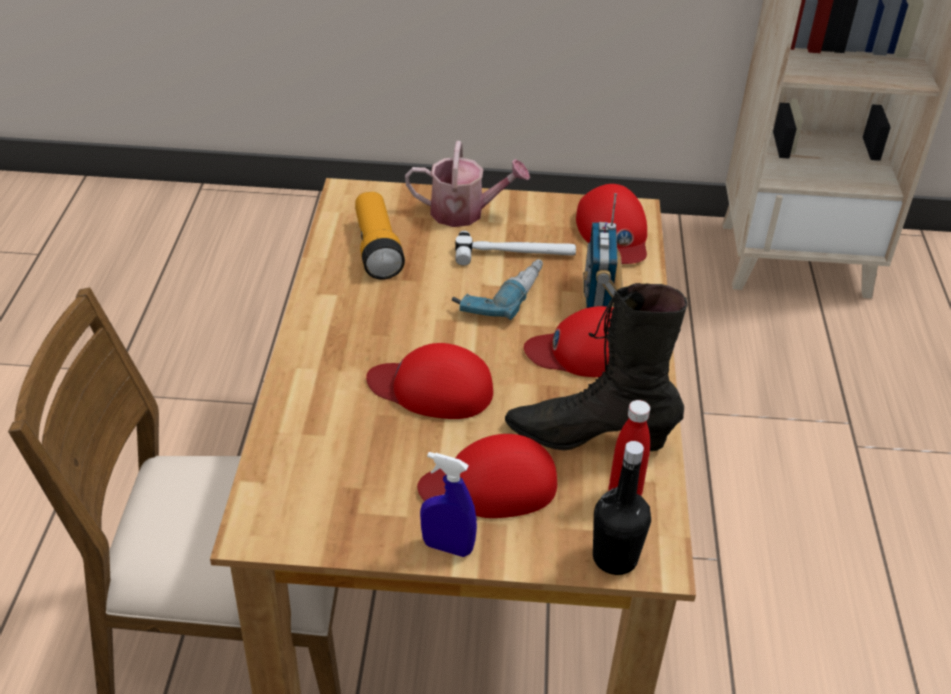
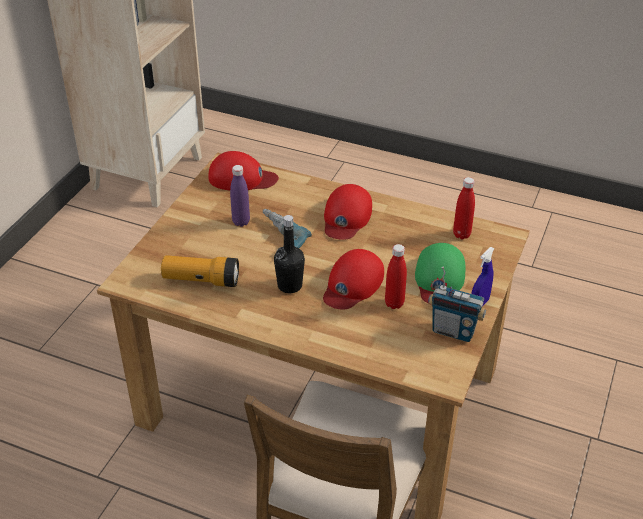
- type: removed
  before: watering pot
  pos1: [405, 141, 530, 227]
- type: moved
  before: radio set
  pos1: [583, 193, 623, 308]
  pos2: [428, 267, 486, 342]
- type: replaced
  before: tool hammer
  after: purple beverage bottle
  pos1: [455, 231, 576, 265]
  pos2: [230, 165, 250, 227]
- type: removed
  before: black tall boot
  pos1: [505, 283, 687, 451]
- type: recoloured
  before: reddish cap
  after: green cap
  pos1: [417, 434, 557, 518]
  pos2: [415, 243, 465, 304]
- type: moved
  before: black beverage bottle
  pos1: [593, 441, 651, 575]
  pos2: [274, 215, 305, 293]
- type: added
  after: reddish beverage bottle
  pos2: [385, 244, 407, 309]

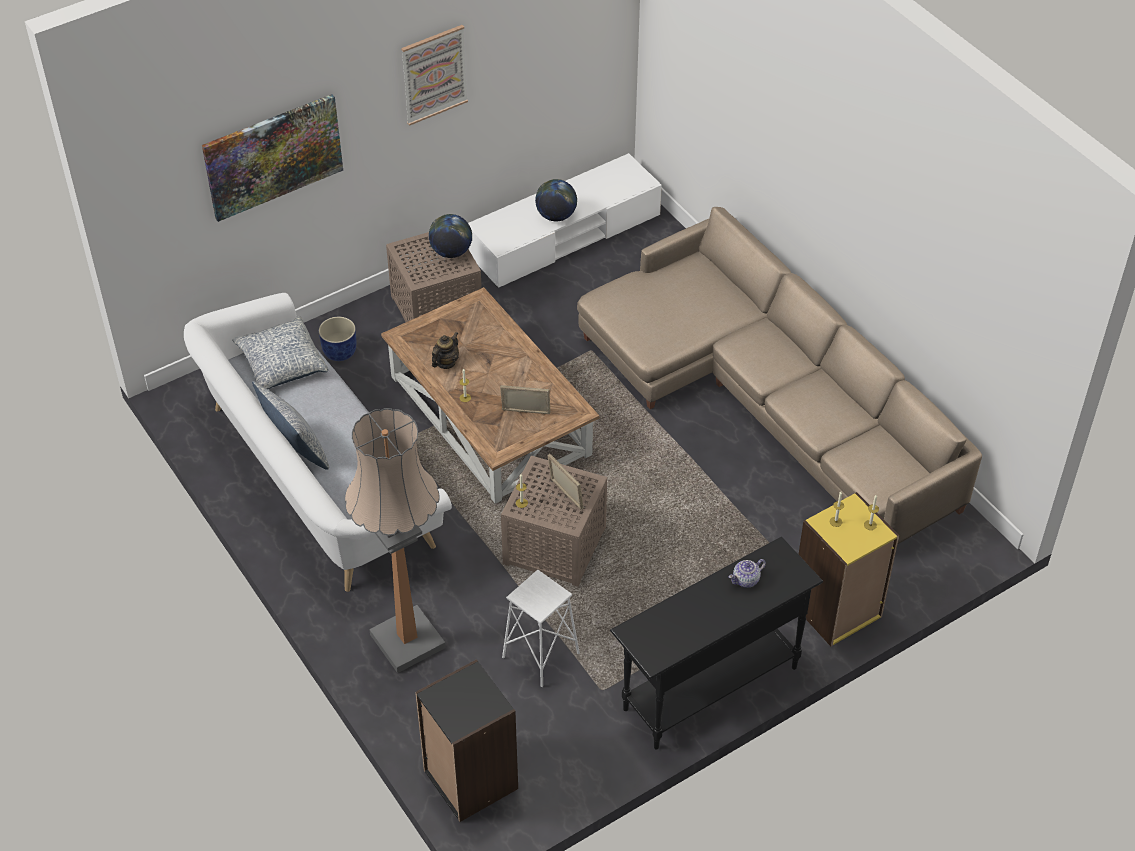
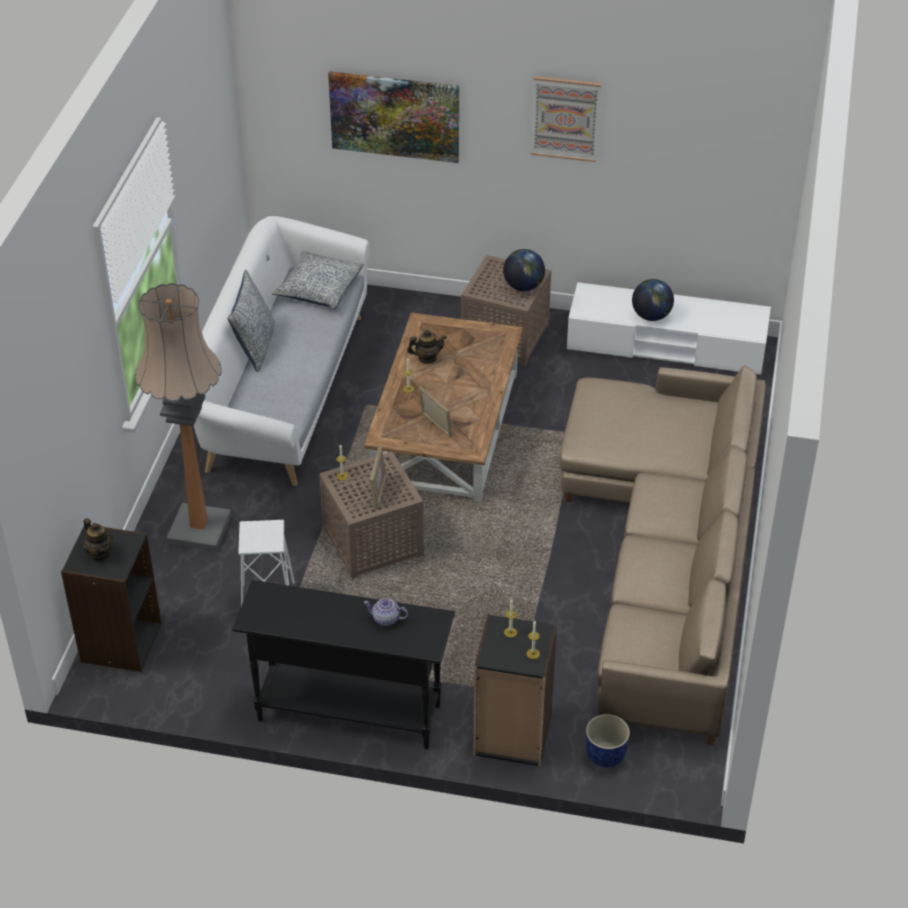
- type: moved
  before: bluish flower pot
  pos1: [319, 317, 356, 361]
  pos2: [586, 714, 630, 768]
- type: recoloured
  before: yellow-coloured shelving unit
  after: black shelving unit
  pos1: [798, 492, 899, 646]
  pos2: [473, 614, 557, 767]
- type: added
  after: tea pot
  pos2: [83, 518, 113, 560]

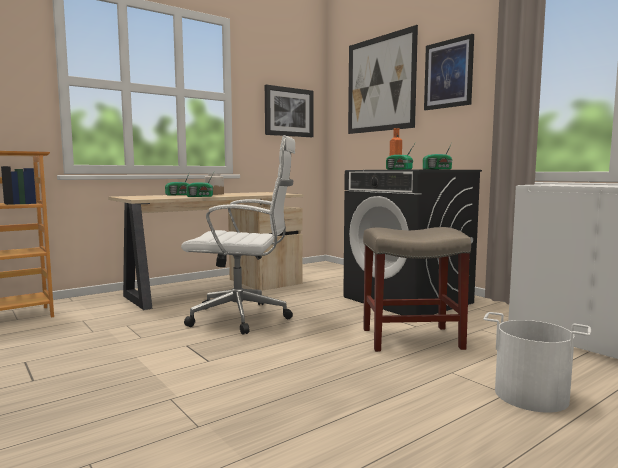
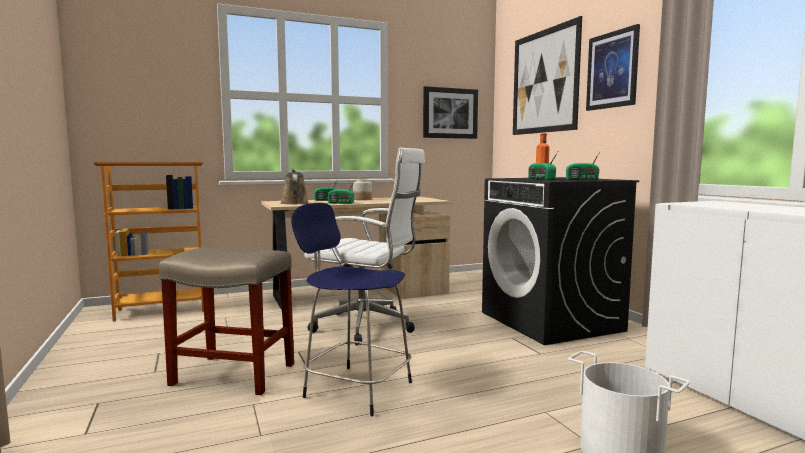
- type: moved
  before: beige stool seat
  pos1: [363, 227, 471, 352]
  pos2: [159, 248, 294, 395]
- type: added
  after: brown-coloured watering pot
  pos2: [280, 167, 308, 204]
- type: added
  after: bluish stool seat
  pos2: [291, 203, 412, 416]

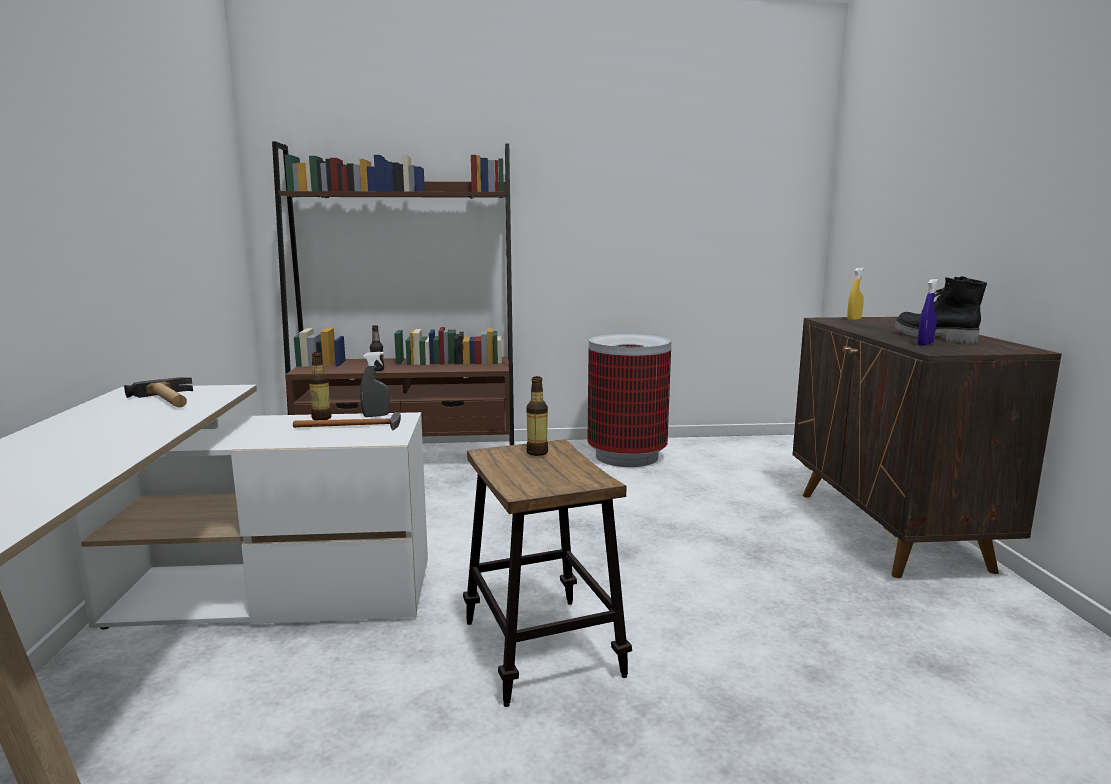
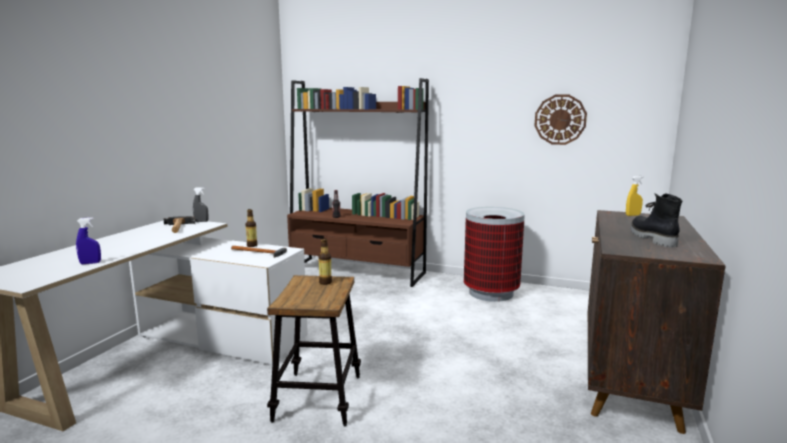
- type: moved
  before: bluish hand sprayer
  pos1: [917, 279, 939, 346]
  pos2: [76, 217, 101, 264]
- type: moved
  before: gray hand sprayer
  pos1: [360, 352, 390, 417]
  pos2: [193, 187, 208, 222]
- type: added
  after: hanging clock
  pos2: [535, 95, 587, 145]

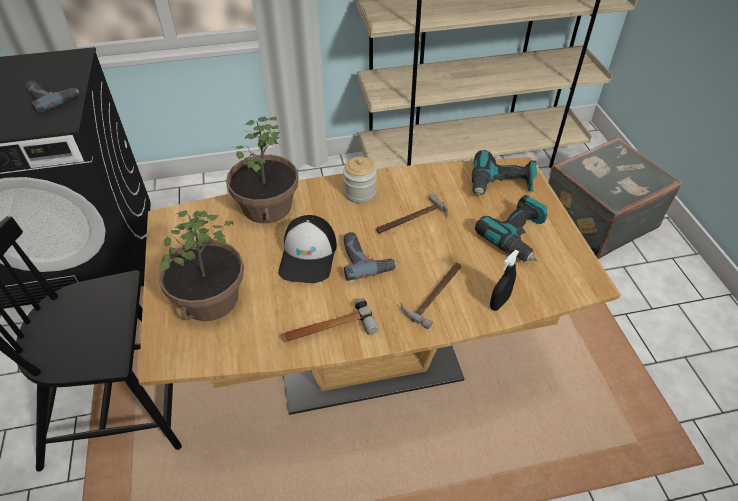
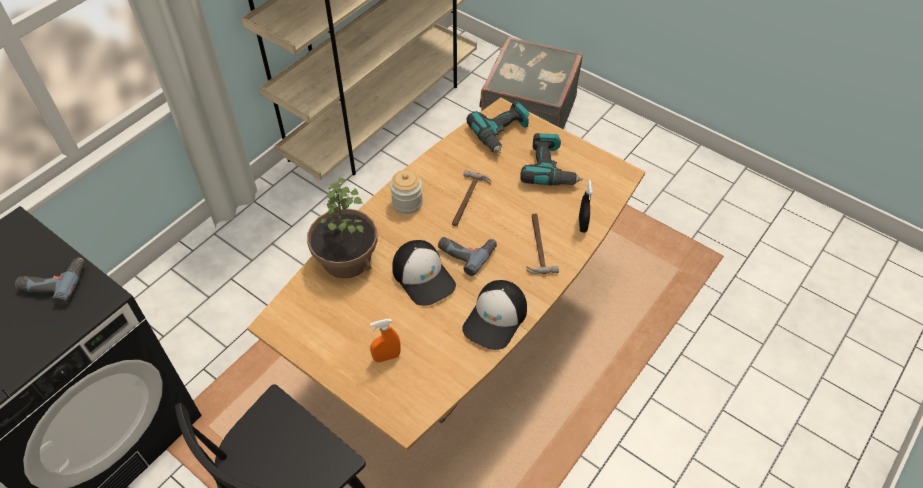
- type: replaced
  before: potted plant
  after: orange-coloured hand sprayer
  pos1: [158, 210, 244, 321]
  pos2: [370, 319, 401, 362]
- type: replaced
  before: tool hammer
  after: cap
  pos1: [281, 299, 379, 342]
  pos2: [462, 280, 527, 350]

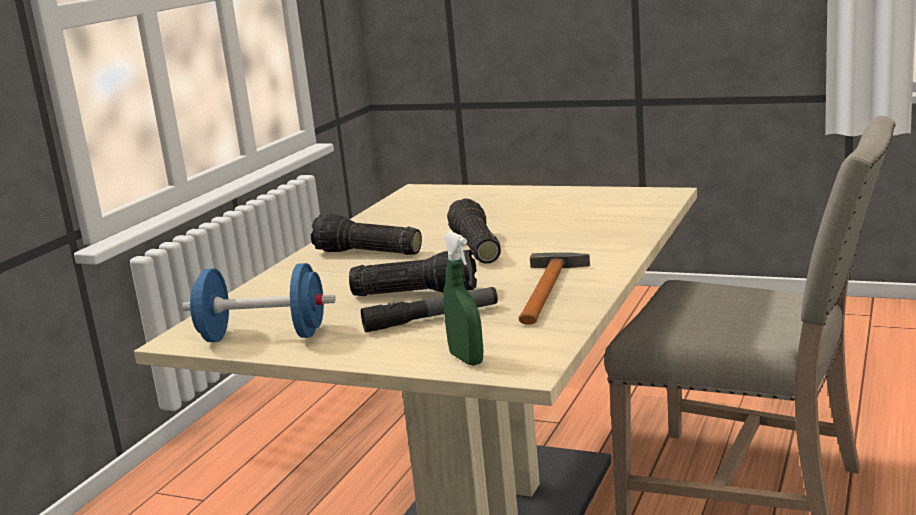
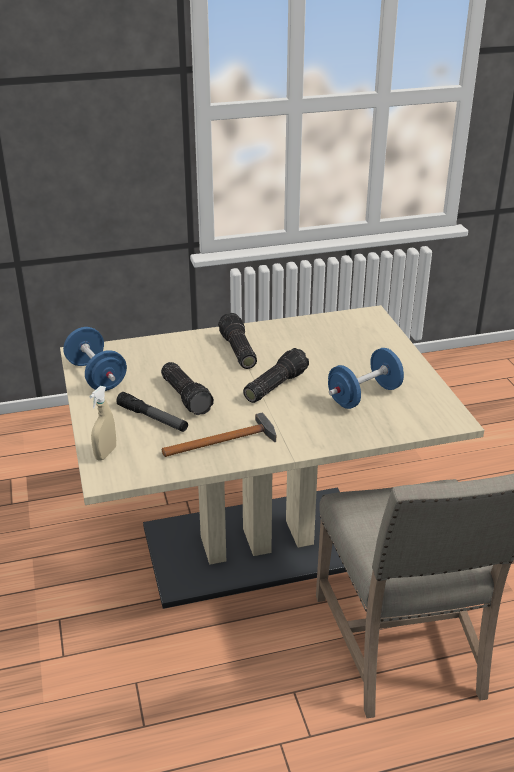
- type: recoloured
  before: green hand sprayer
  after: beige hand sprayer
  pos1: [443, 231, 483, 366]
  pos2: [90, 386, 116, 461]
- type: added
  after: bluish dumbbell
  pos2: [328, 348, 404, 409]

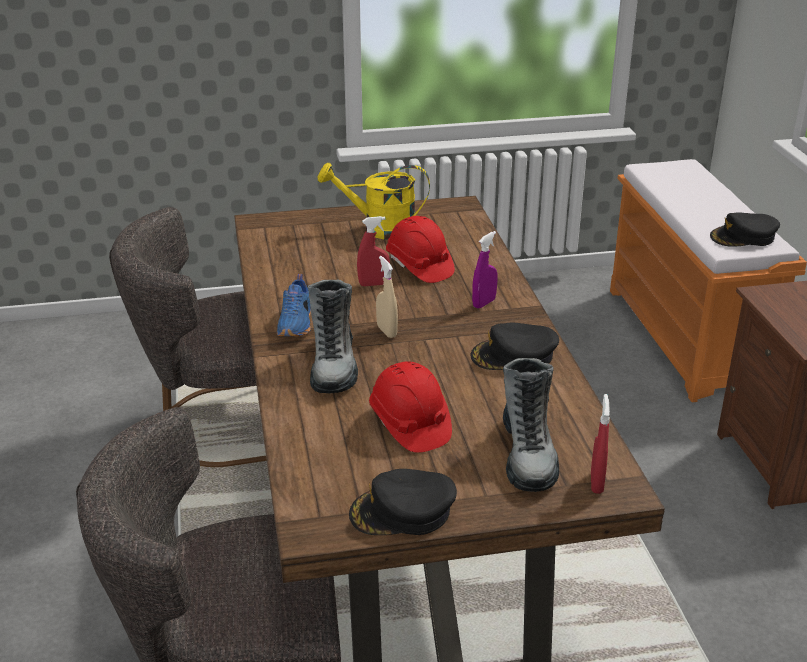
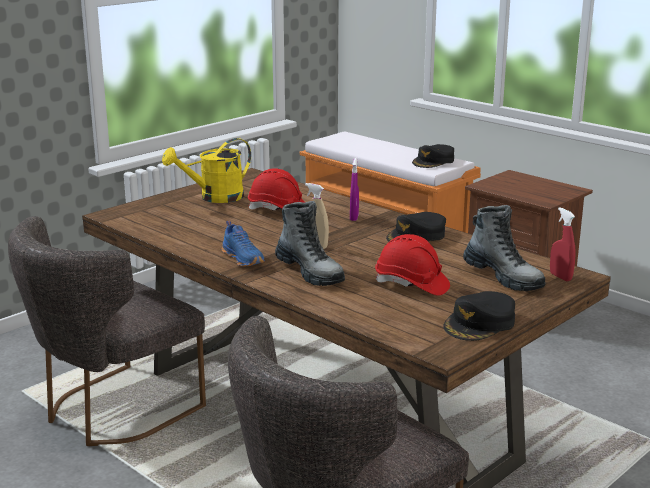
- type: removed
  before: reddish hand sprayer
  pos1: [357, 216, 390, 286]

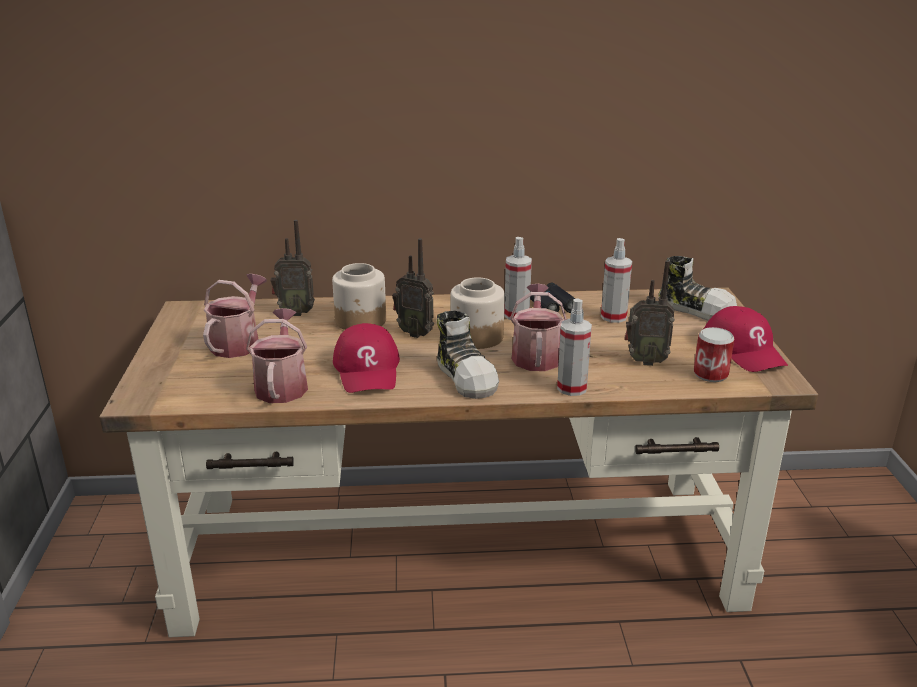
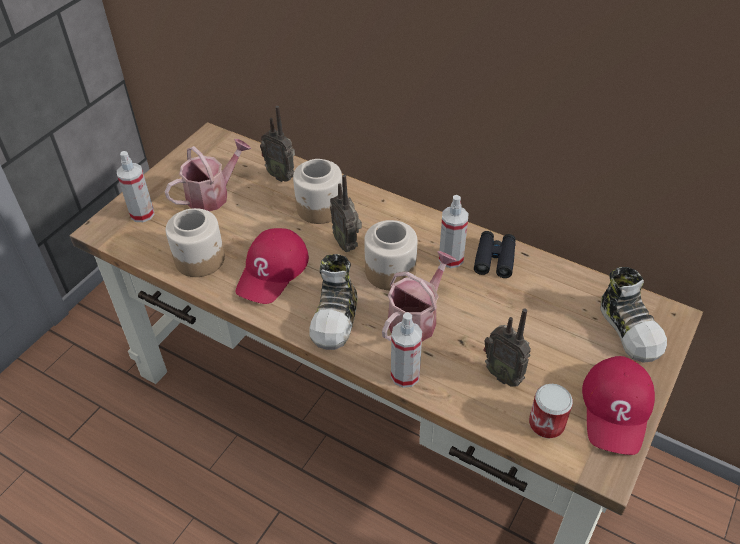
- type: moved
  before: hand sprayer
  pos1: [601, 238, 632, 323]
  pos2: [117, 151, 155, 222]
- type: replaced
  before: watering pot
  after: jar
  pos1: [246, 308, 308, 403]
  pos2: [166, 208, 225, 277]

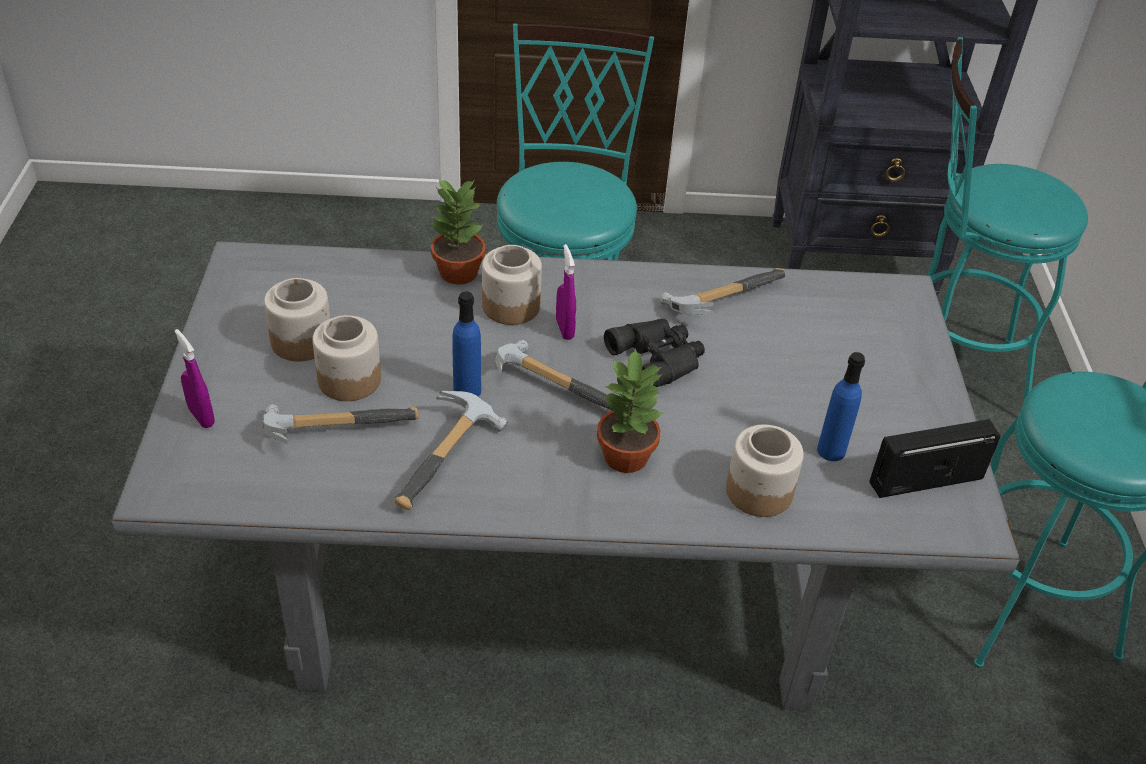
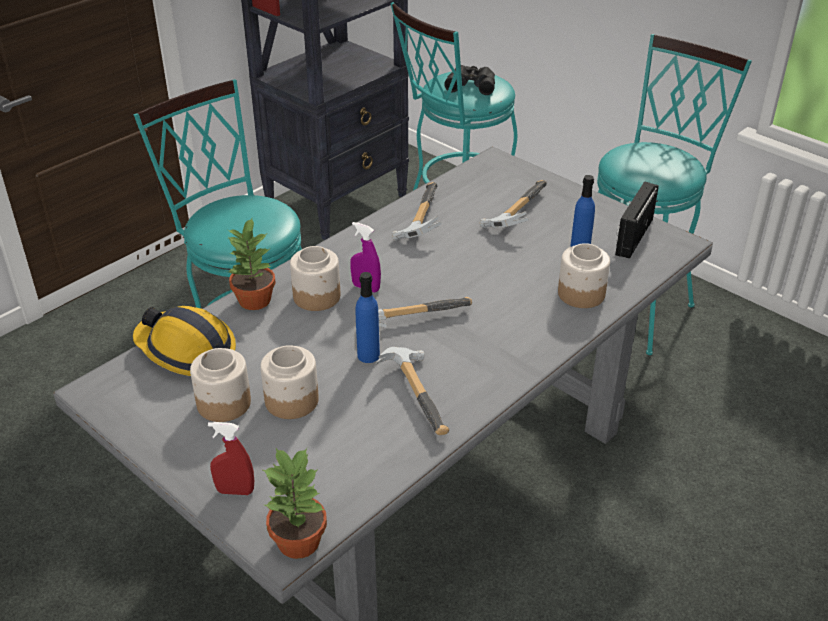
- type: moved
  before: black field glasses
  pos1: [604, 319, 705, 388]
  pos2: [444, 65, 495, 95]
- type: recoloured
  before: purple hand sprayer
  after: reddish hand sprayer
  pos1: [175, 329, 215, 428]
  pos2: [208, 422, 254, 495]
- type: moved
  before: potted plant
  pos1: [597, 348, 664, 473]
  pos2: [263, 448, 327, 559]
- type: moved
  before: tool hammer
  pos1: [263, 404, 419, 444]
  pos2: [480, 180, 547, 228]
- type: added
  after: safety helmet
  pos2: [133, 306, 236, 376]

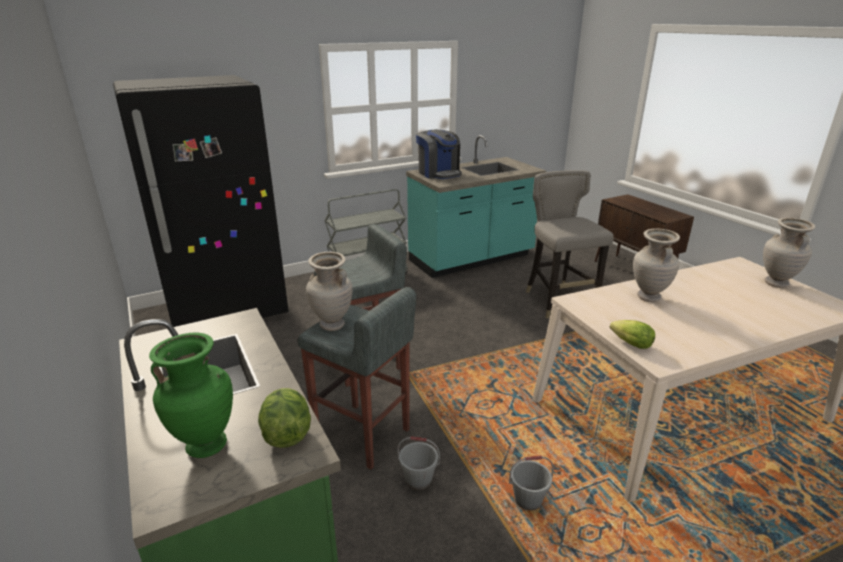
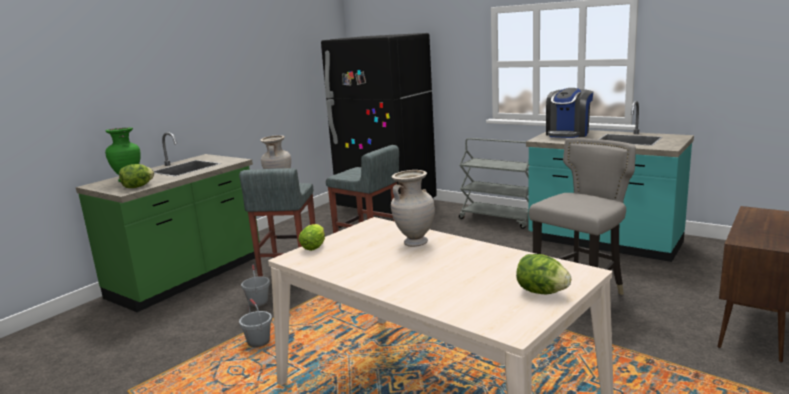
- type: replaced
  before: beige flower vase
  after: head of lettuce
  pos1: [763, 218, 815, 288]
  pos2: [516, 254, 571, 294]

